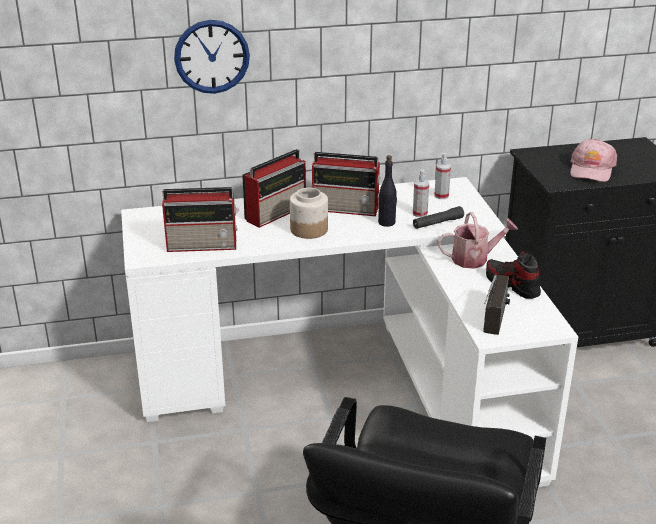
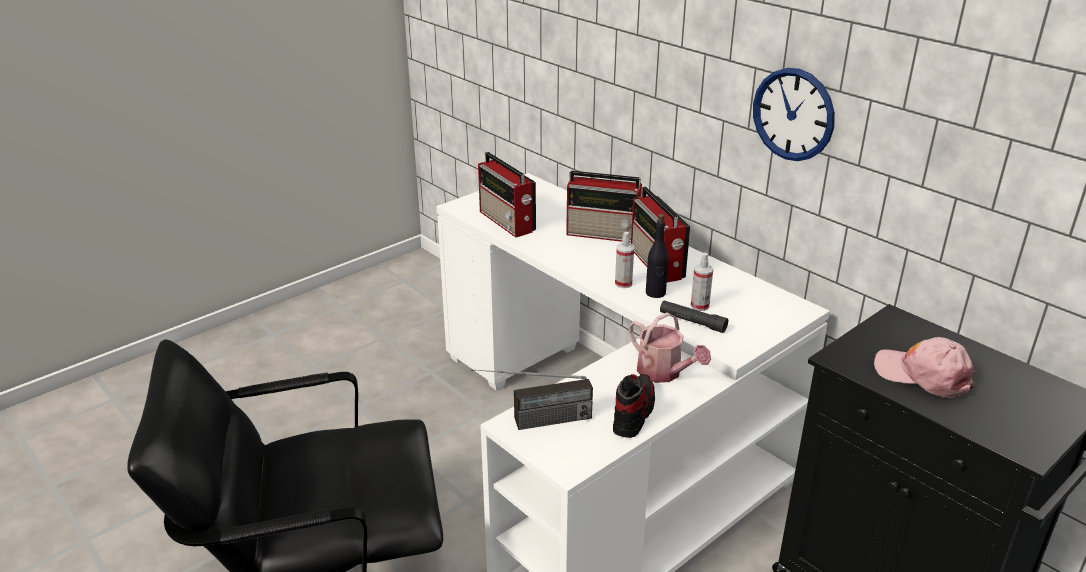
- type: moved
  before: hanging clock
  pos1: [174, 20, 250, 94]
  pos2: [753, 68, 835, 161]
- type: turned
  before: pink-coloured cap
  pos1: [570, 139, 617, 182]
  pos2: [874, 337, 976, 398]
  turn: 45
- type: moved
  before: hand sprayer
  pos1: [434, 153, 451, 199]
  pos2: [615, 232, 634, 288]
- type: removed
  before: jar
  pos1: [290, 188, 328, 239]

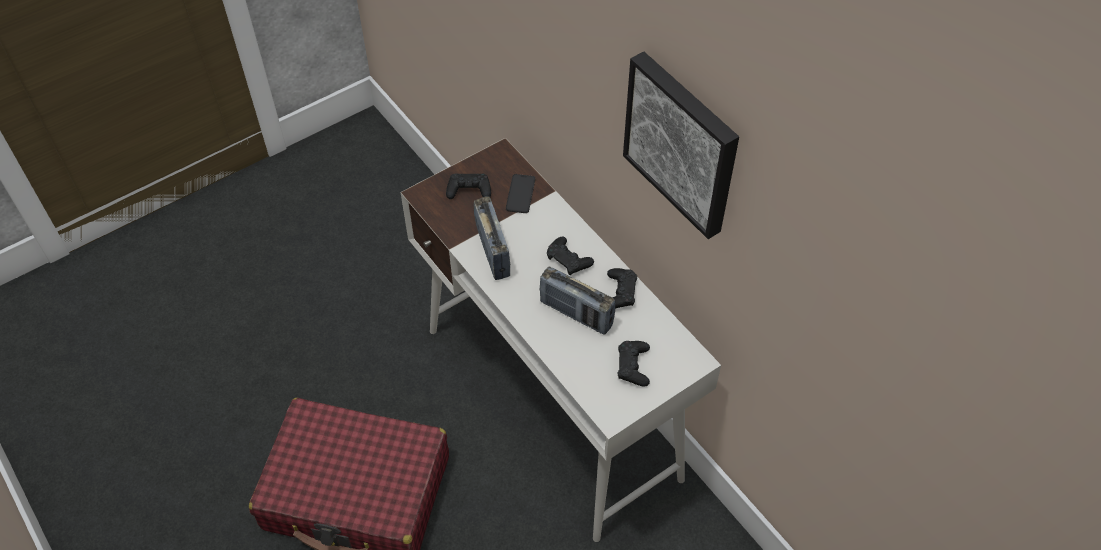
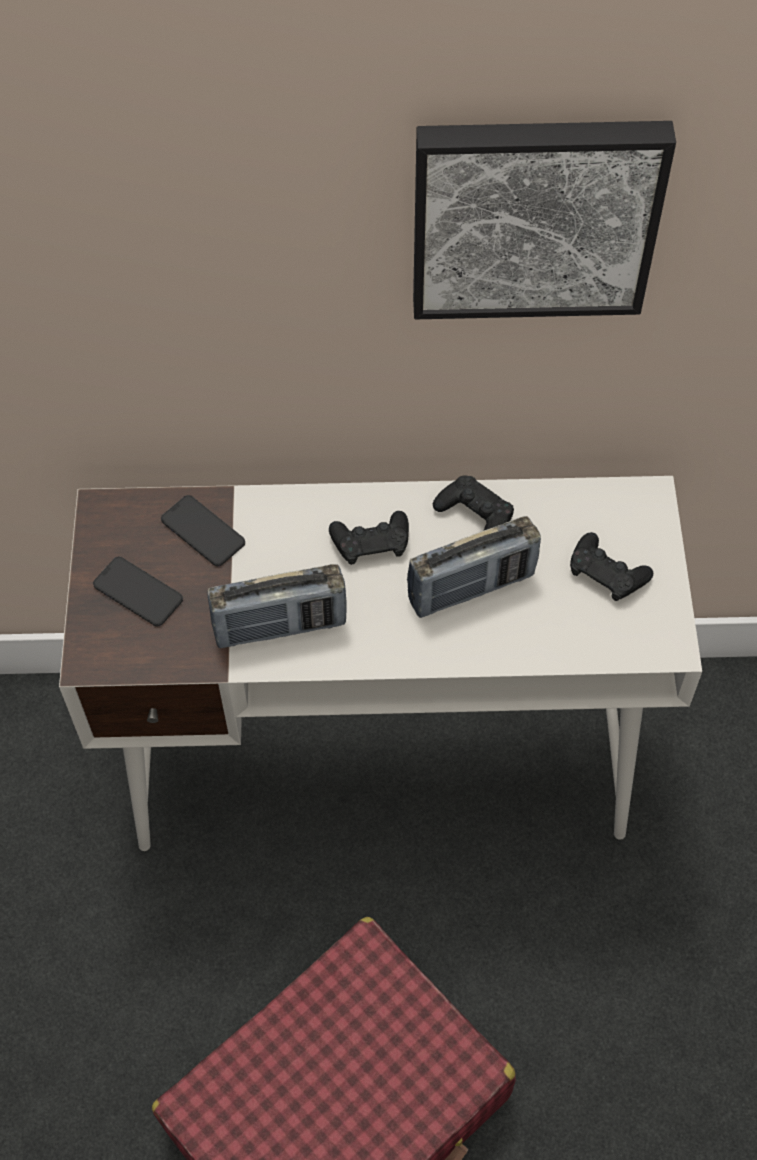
- type: replaced
  before: black gamepad
  after: phone
  pos1: [446, 173, 491, 199]
  pos2: [93, 557, 183, 626]
- type: turned
  before: radio set
  pos1: [474, 196, 510, 280]
  pos2: [208, 564, 347, 648]
  turn: 150

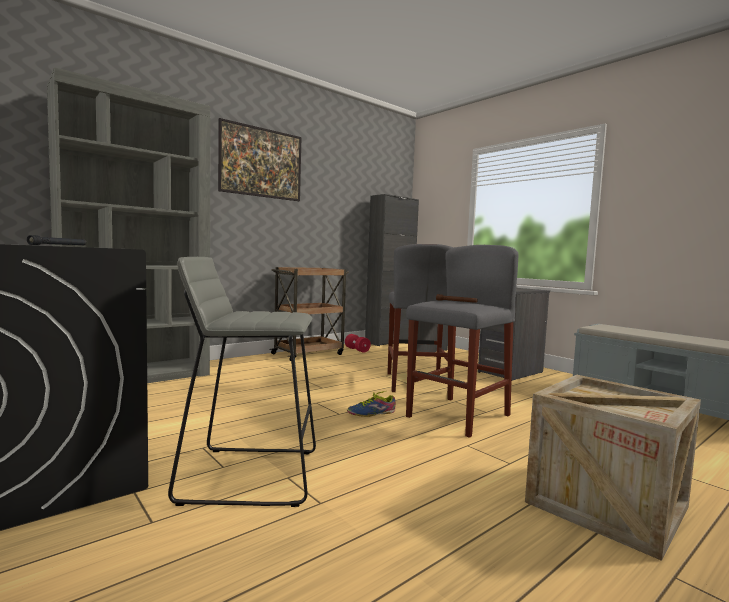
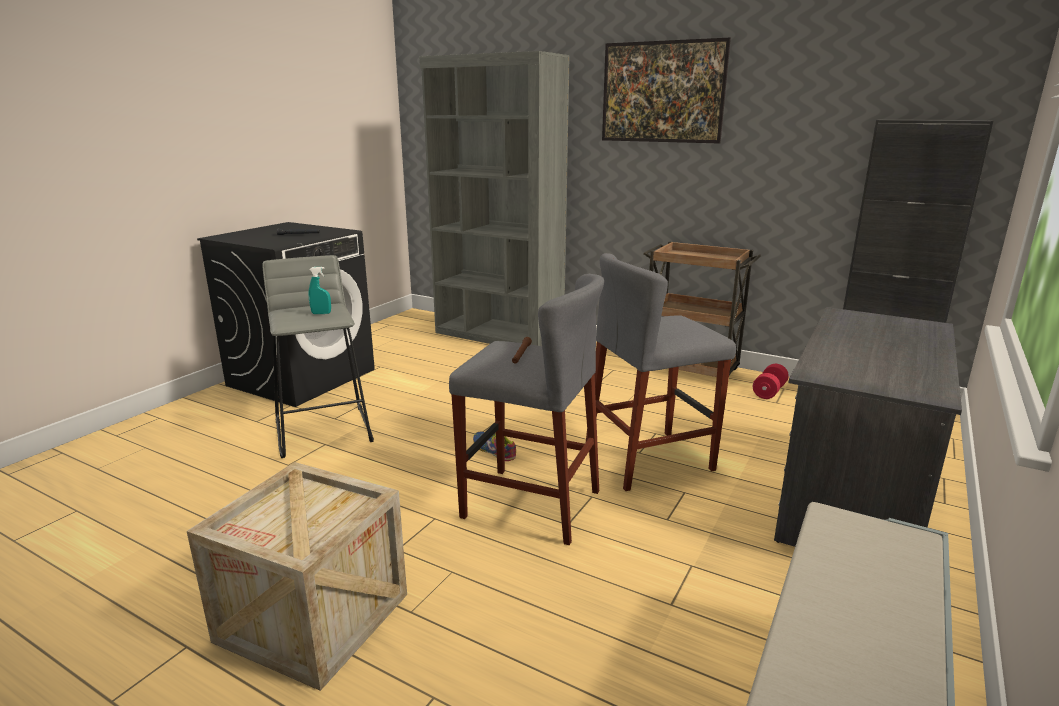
- type: added
  after: turquoise hand sprayer
  pos2: [309, 267, 331, 314]

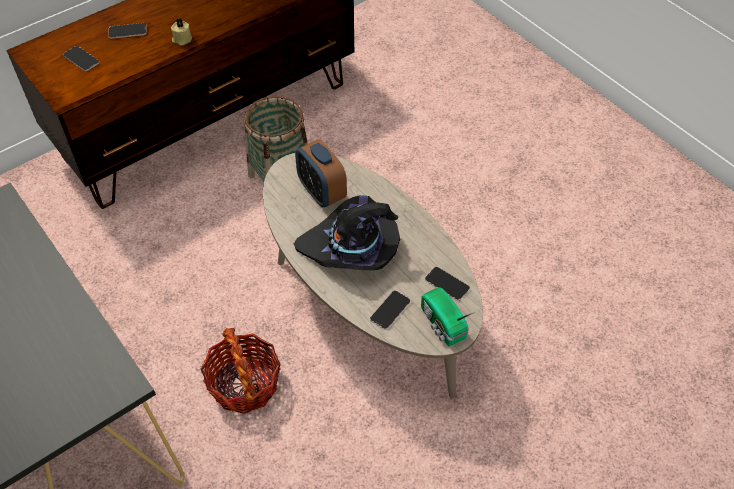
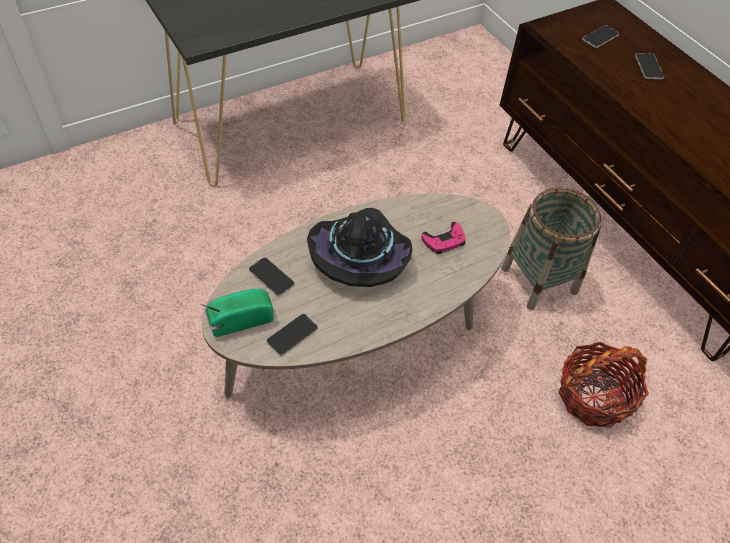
- type: removed
  before: beige wax light
  pos1: [171, 18, 192, 46]
- type: replaced
  before: alarm clock
  after: pink-coloured gamepad
  pos1: [295, 139, 347, 208]
  pos2: [421, 222, 466, 254]
- type: moved
  before: basket
  pos1: [201, 328, 281, 414]
  pos2: [559, 342, 649, 428]

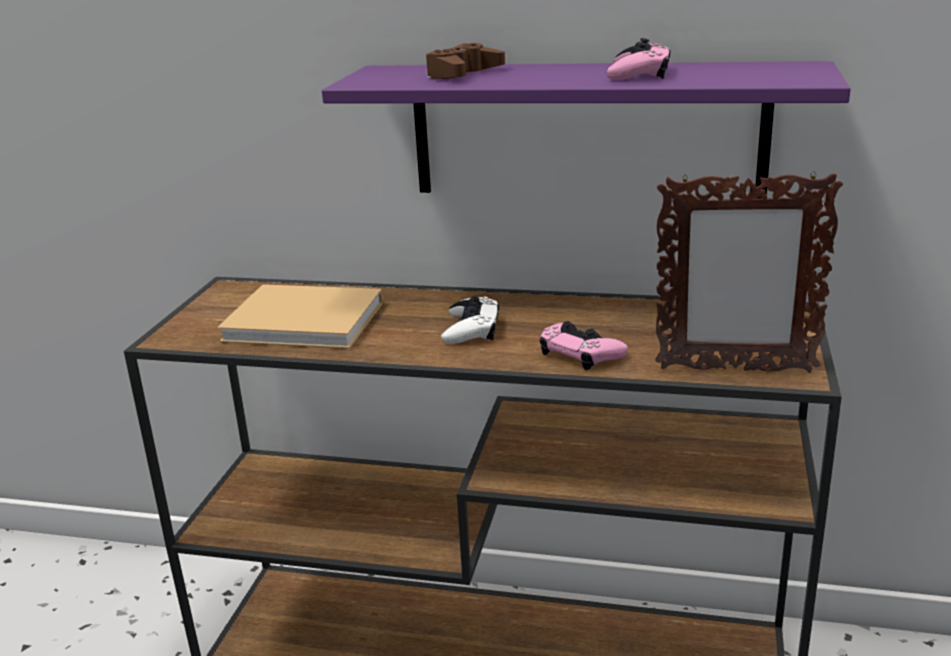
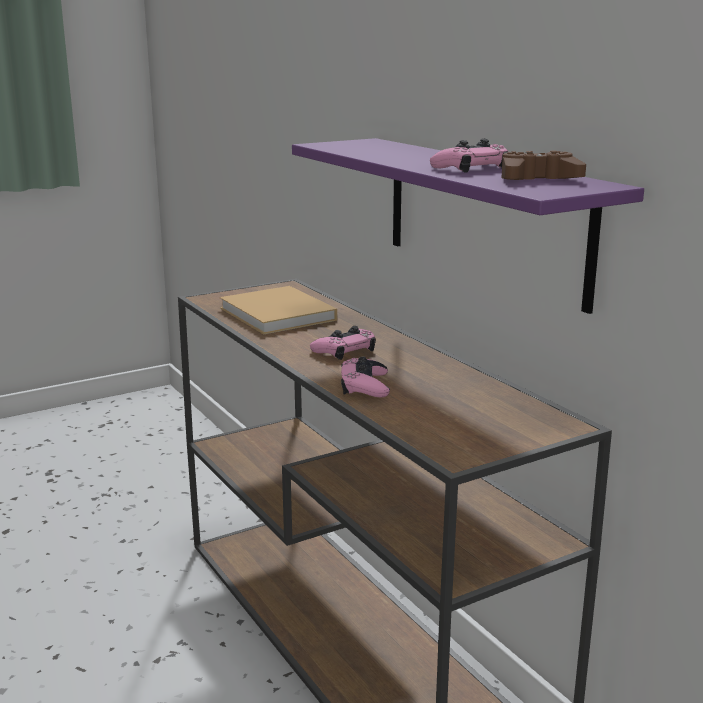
- type: moved
  before: brown-coloured gamepad
  pos1: [426, 43, 505, 79]
  pos2: [502, 150, 586, 180]
- type: removed
  before: picture frame
  pos1: [655, 171, 843, 373]
- type: recoloured
  before: white gamepad
  after: pink-coloured gamepad
  pos1: [441, 296, 499, 344]
  pos2: [310, 326, 376, 360]

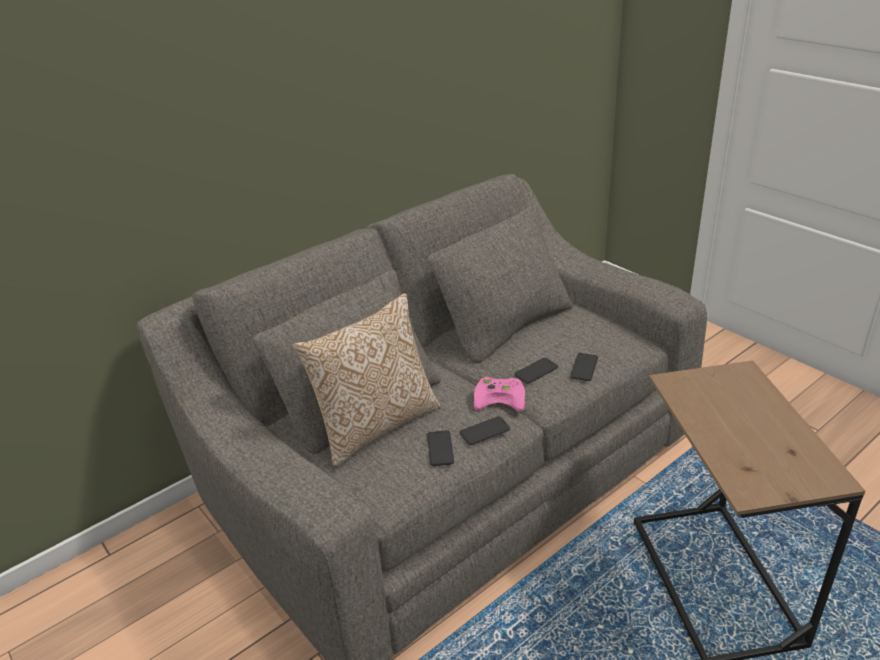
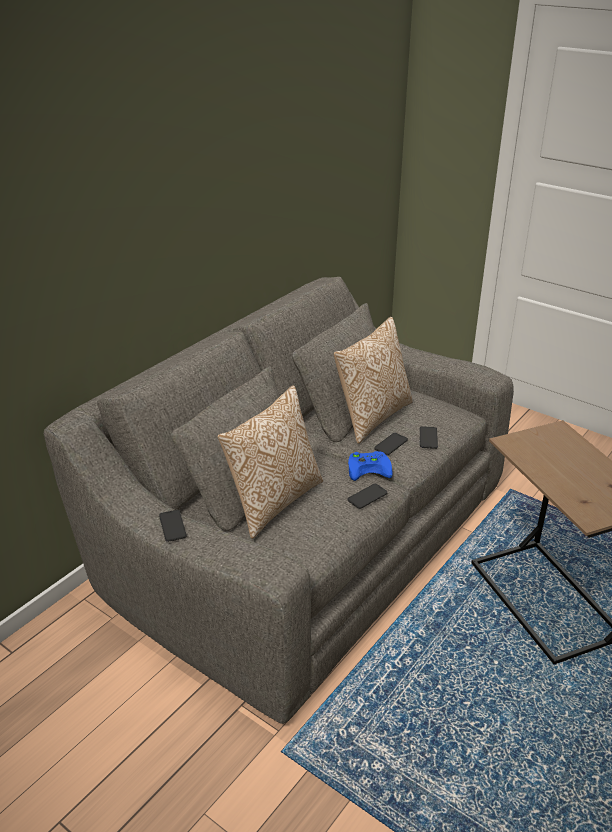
- type: recoloured
  before: pink-coloured gamepad
  after: bluish gamepad
  pos1: [474, 377, 525, 412]
  pos2: [348, 451, 393, 481]
- type: moved
  before: phone
  pos1: [427, 430, 454, 466]
  pos2: [159, 510, 187, 542]
- type: added
  after: cushion
  pos2: [334, 317, 413, 444]

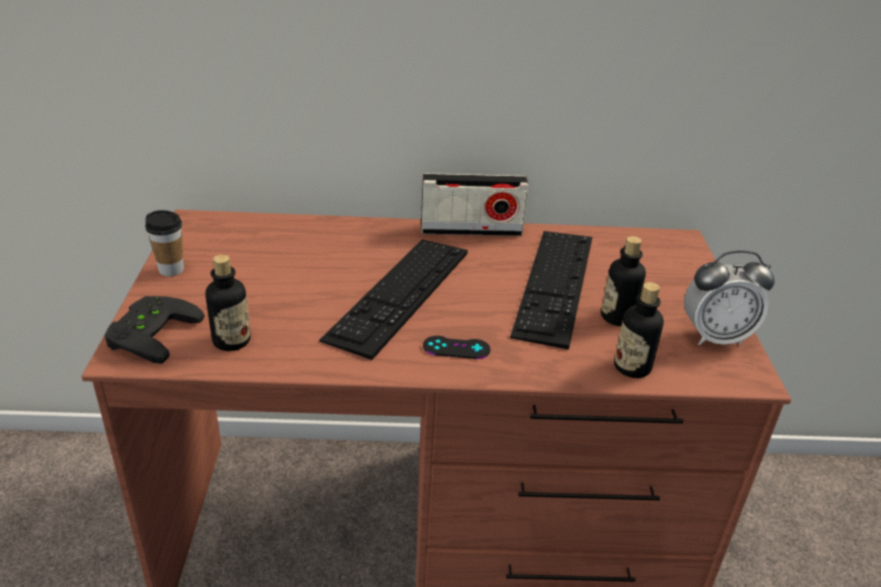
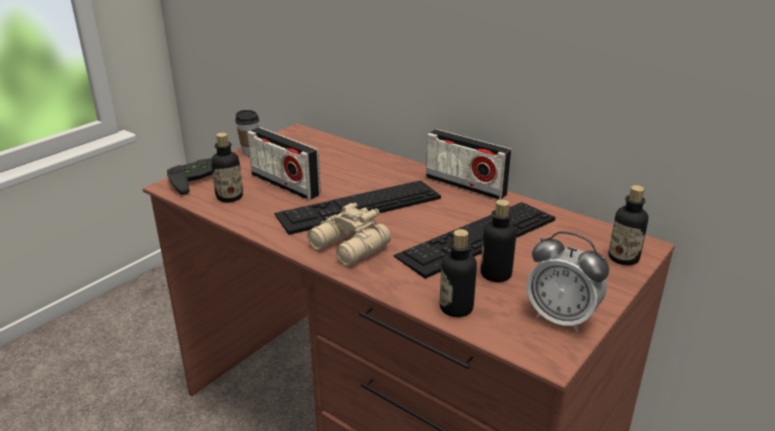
- type: replaced
  before: black gamepad
  after: beige field glasses
  pos1: [423, 336, 490, 359]
  pos2: [307, 203, 391, 266]
- type: added
  after: radio set
  pos2: [247, 127, 321, 200]
- type: added
  after: beverage bottle
  pos2: [608, 185, 648, 265]

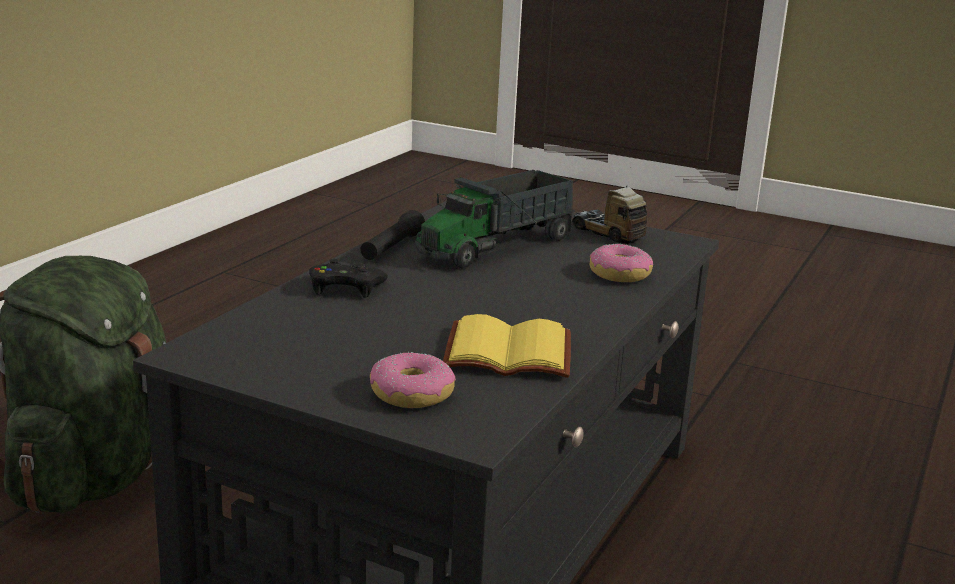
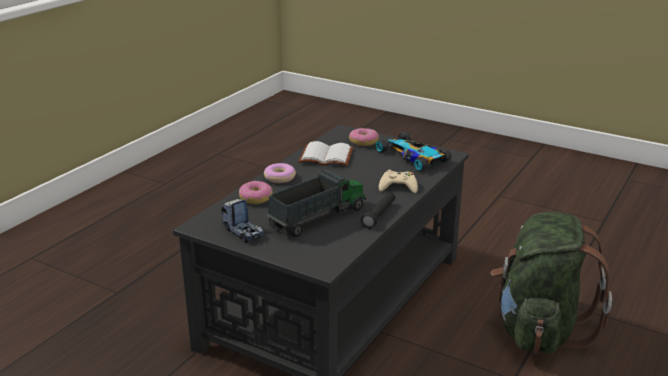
- type: recoloured
  before: black gamepad
  after: beige gamepad
  pos1: [309, 259, 388, 298]
  pos2: [379, 170, 418, 193]
- type: recoloured
  before: yellow-coloured bound book
  after: white bound book
  pos1: [443, 314, 571, 378]
  pos2: [298, 141, 353, 166]
- type: added
  after: miniature car
  pos2: [375, 131, 452, 171]
- type: added
  after: ring doughnut
  pos2: [264, 163, 296, 183]

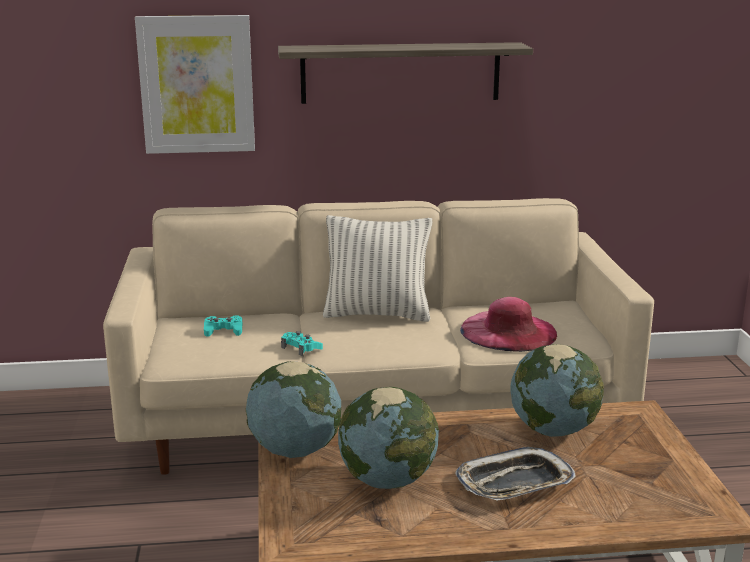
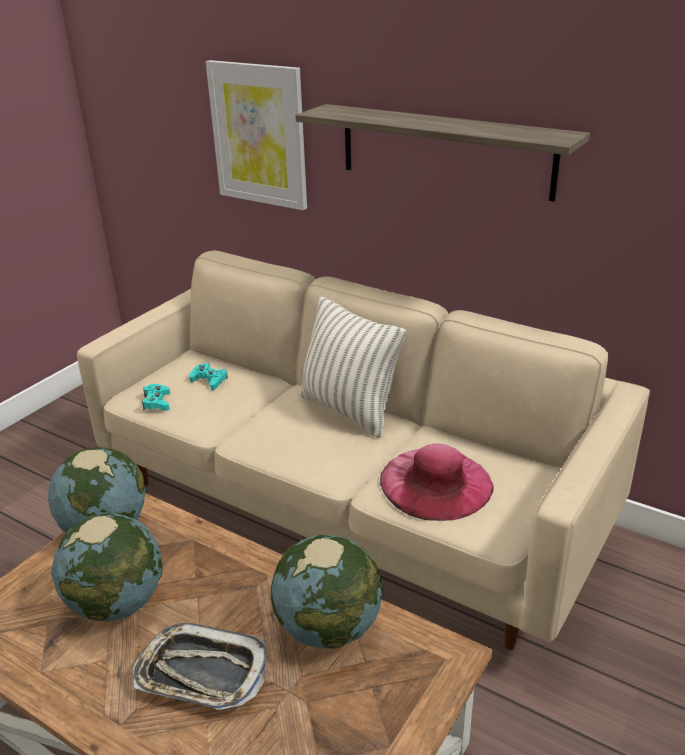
- type: moved
  before: turquoise gamepad
  pos1: [281, 331, 323, 356]
  pos2: [142, 384, 170, 411]

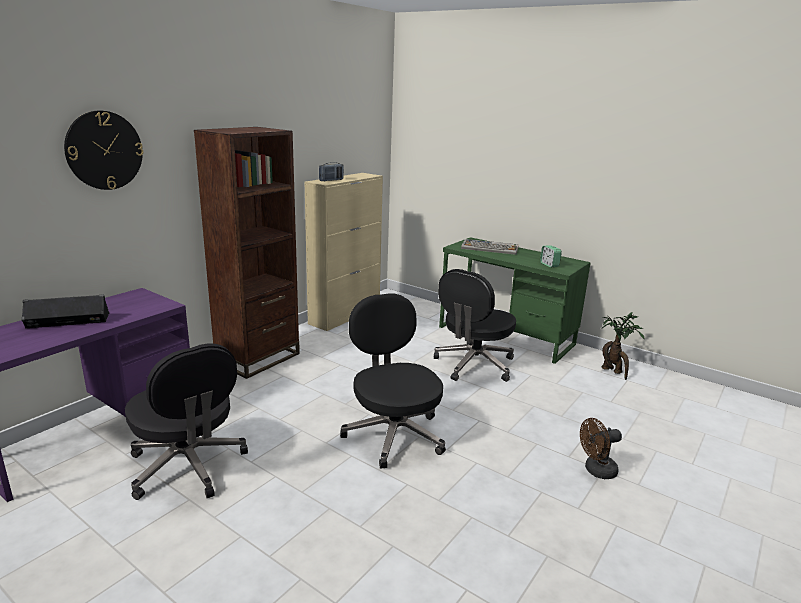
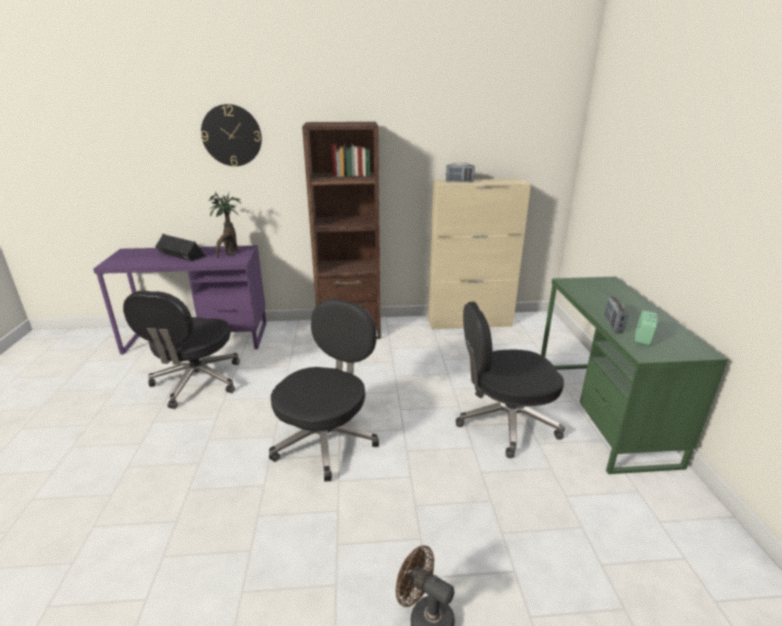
- type: removed
  before: keyboard
  pos1: [461, 239, 519, 255]
- type: moved
  before: potted plant
  pos1: [601, 312, 645, 380]
  pos2: [208, 192, 241, 258]
- type: added
  after: radio set
  pos2: [604, 296, 628, 333]

